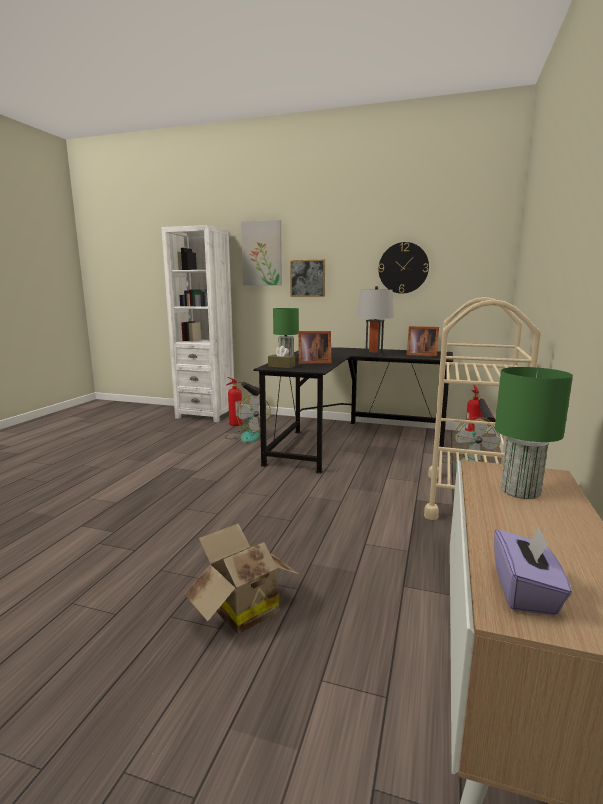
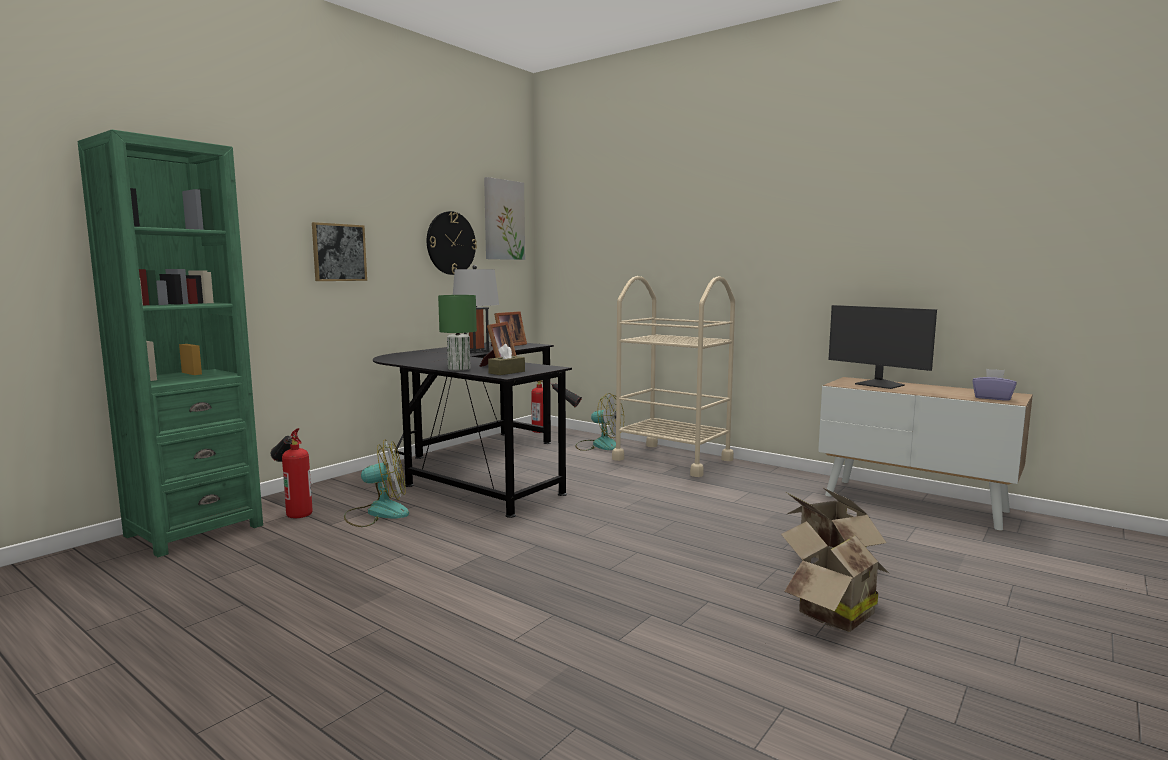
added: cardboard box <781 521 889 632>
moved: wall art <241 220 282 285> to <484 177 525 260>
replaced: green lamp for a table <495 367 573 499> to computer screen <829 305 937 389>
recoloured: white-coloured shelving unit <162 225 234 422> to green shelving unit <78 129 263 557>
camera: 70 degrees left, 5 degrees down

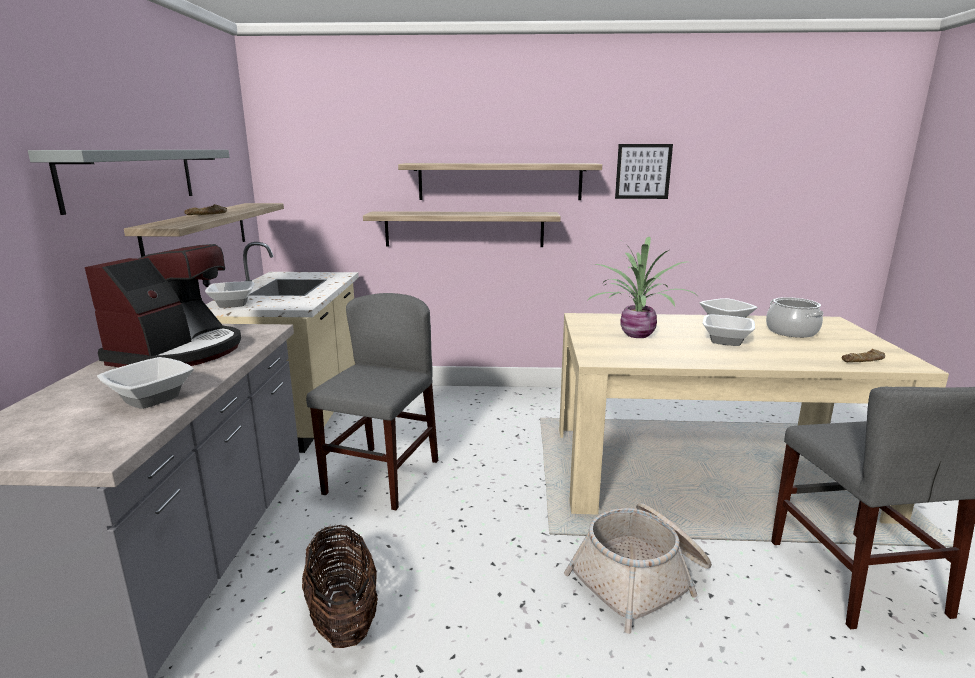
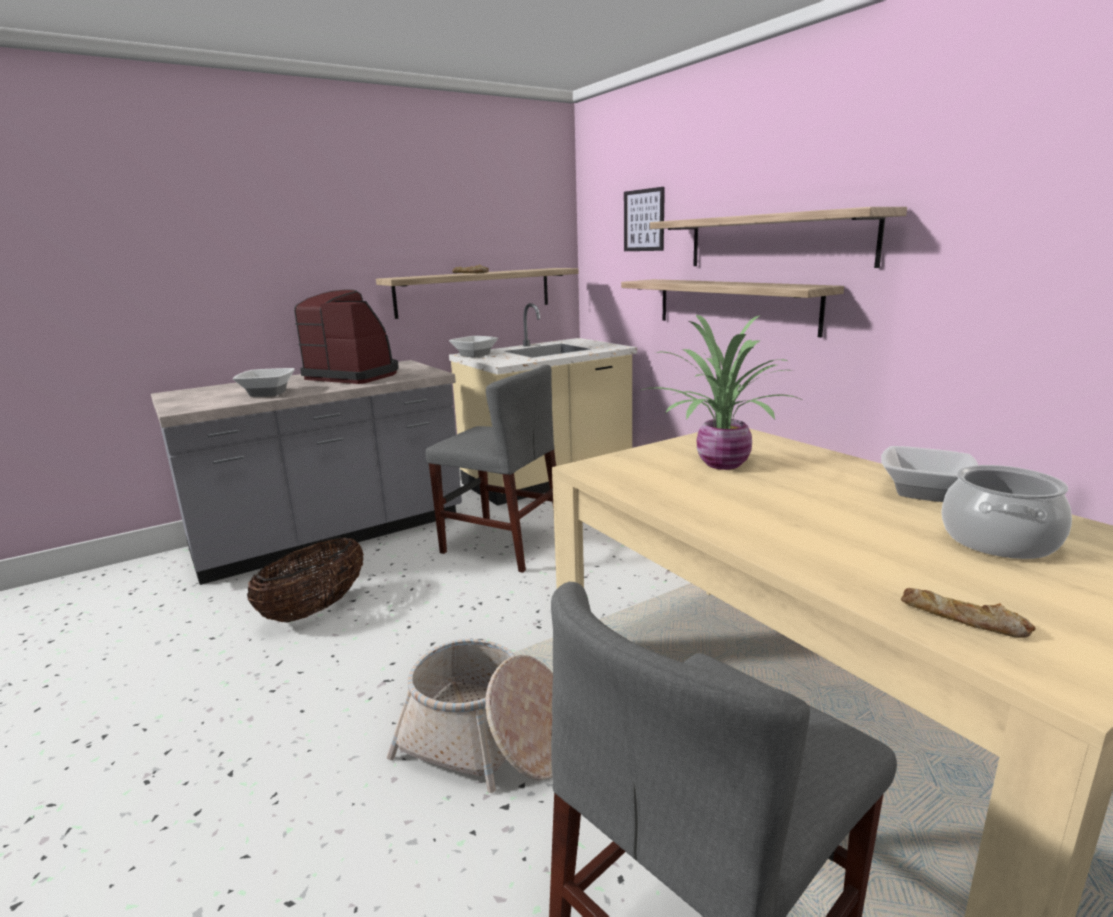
removed: gray shelf <28 150 230 215>; serving bowl <703 314 755 346>
moved: wall art <615 144 673 199> to <624 187 665 251>
turned: coffee maker <85 244 241 367> = <294 289 399 384> 135 degrees counterclockwise; gray upright chair <306 293 438 510> = <425 365 556 573> 45 degrees clockwise
camera: 55 degrees right, 0 degrees up

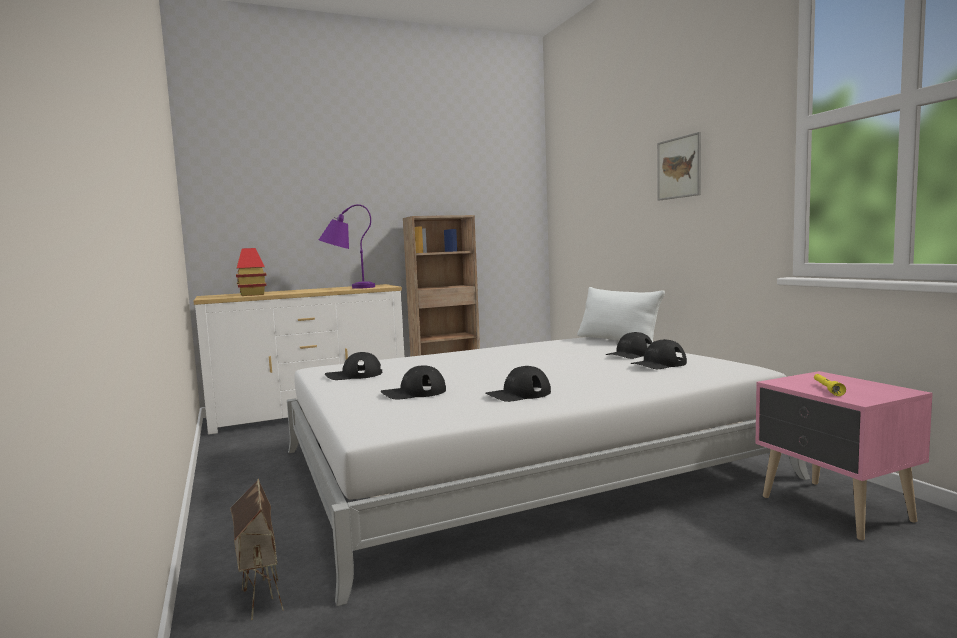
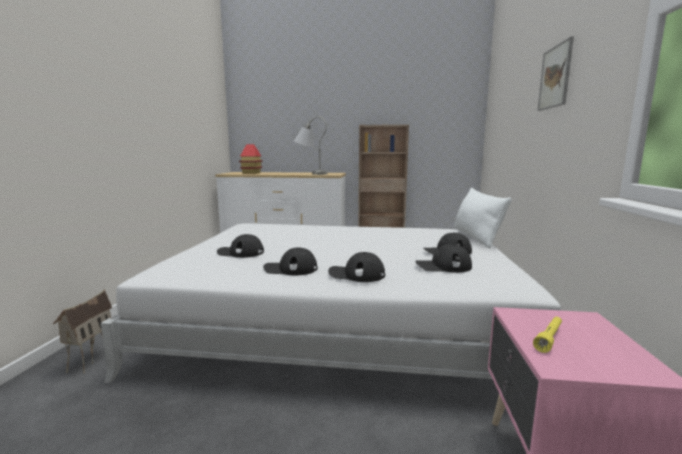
moved: black-coloured peaked cap <325 352 382 380> to <328 252 385 282>
recoloured: purple-coloured lamp for a table <319 204 375 289> to gray lamp for a table <294 116 328 175>
camera: 30 degrees right, 5 degrees up

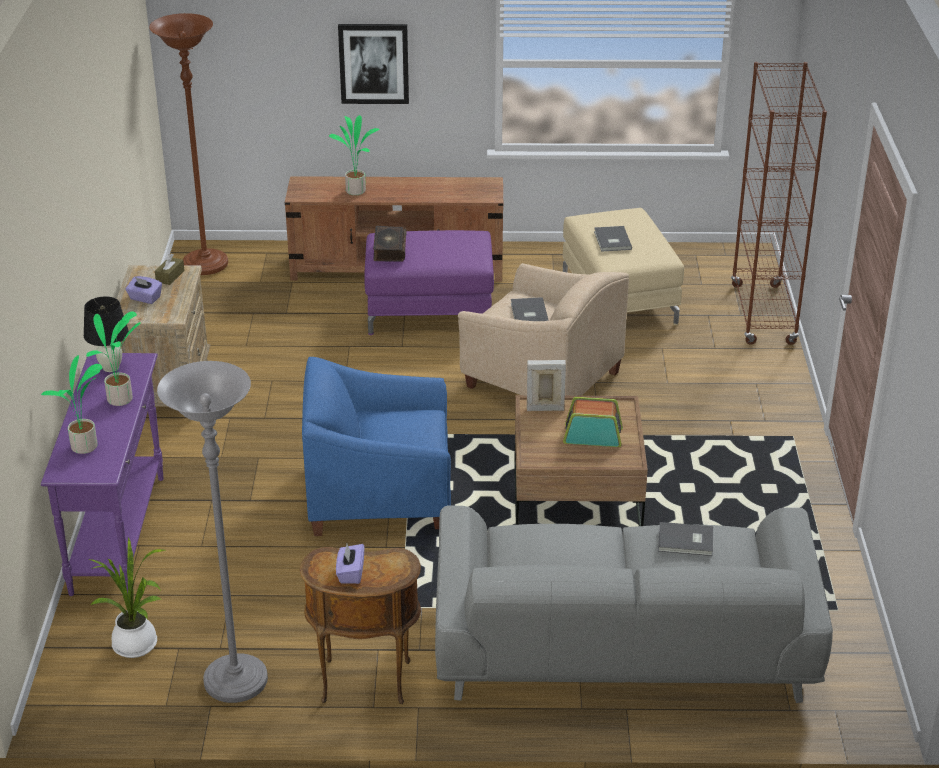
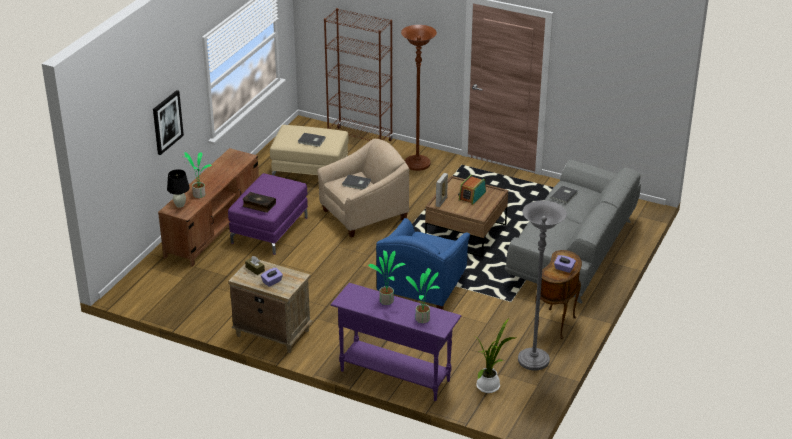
moved: brown standing lamp <149 13 228 275> to <401 25 437 171>; black-coloured lamp for a table <84 296 129 372> to <167 169 190 208>
camera: 65 degrees left, 0 degrees up

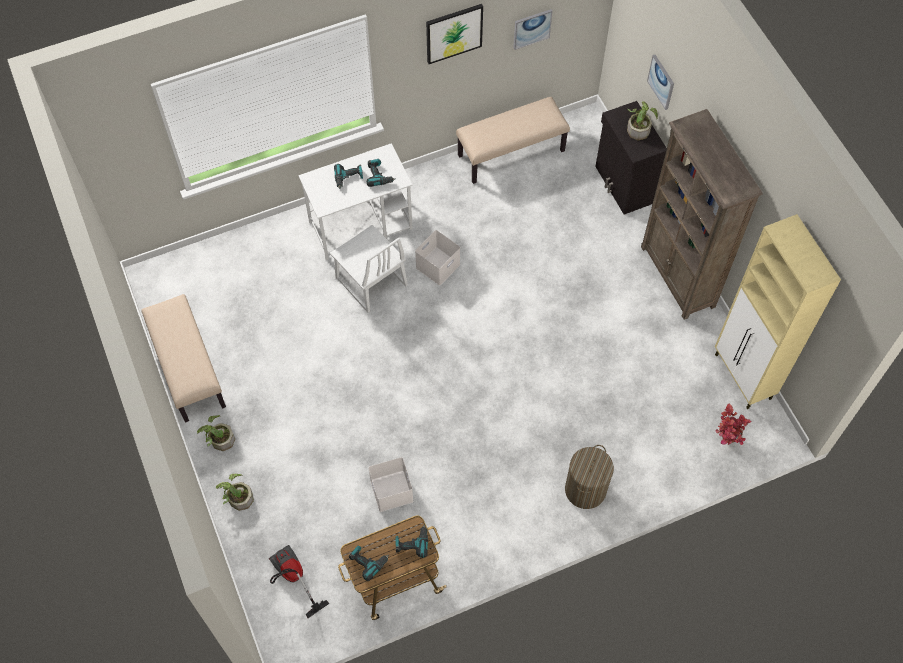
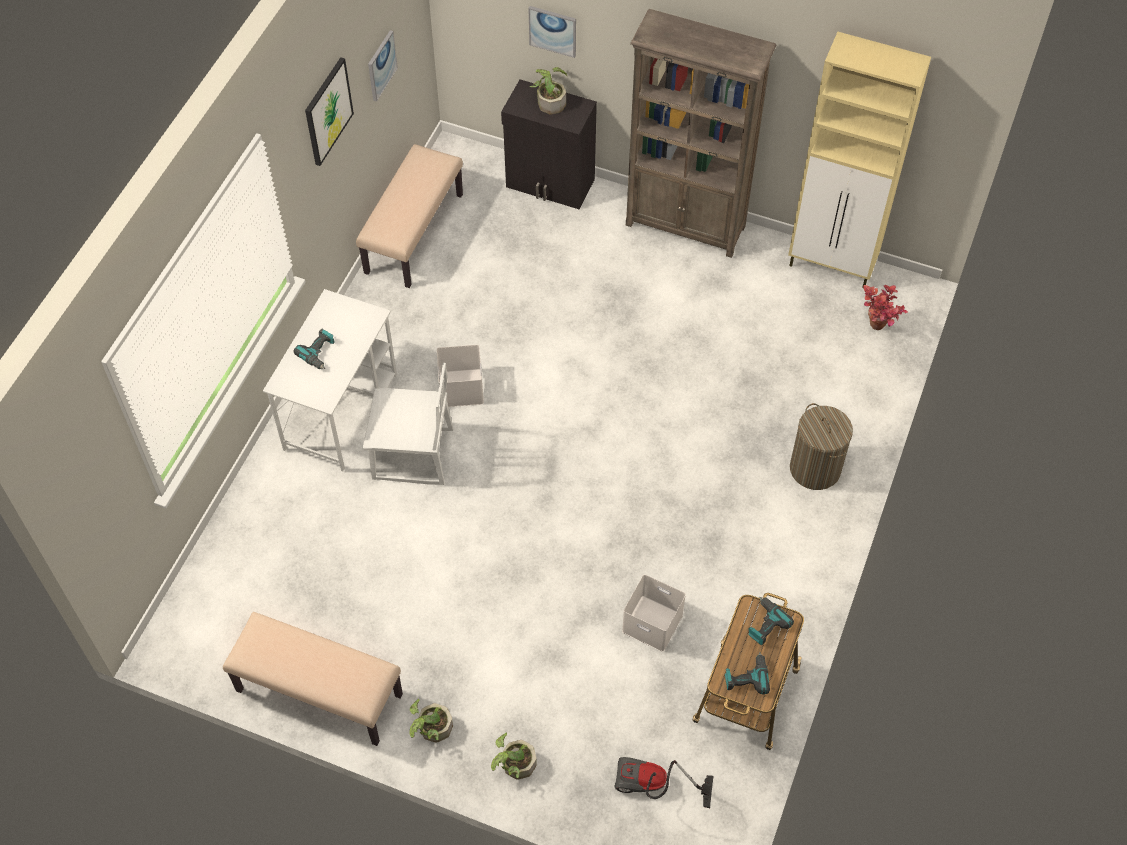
removed: power drill <367 159 395 187>
camera: 45 degrees left, 5 degrees down

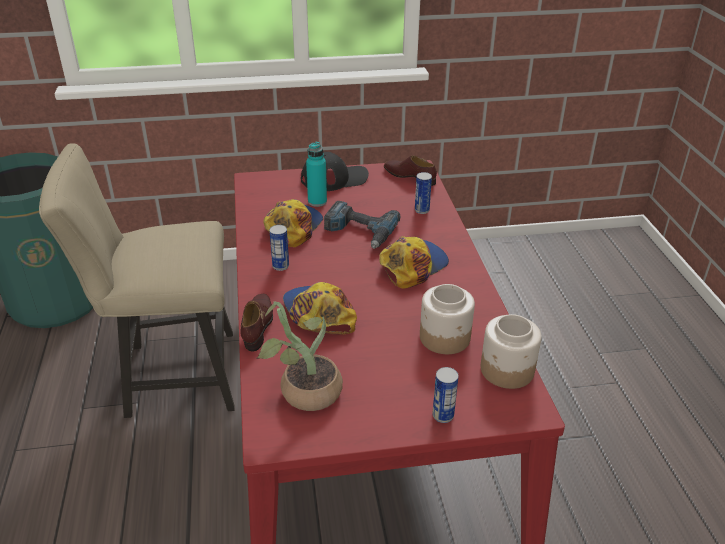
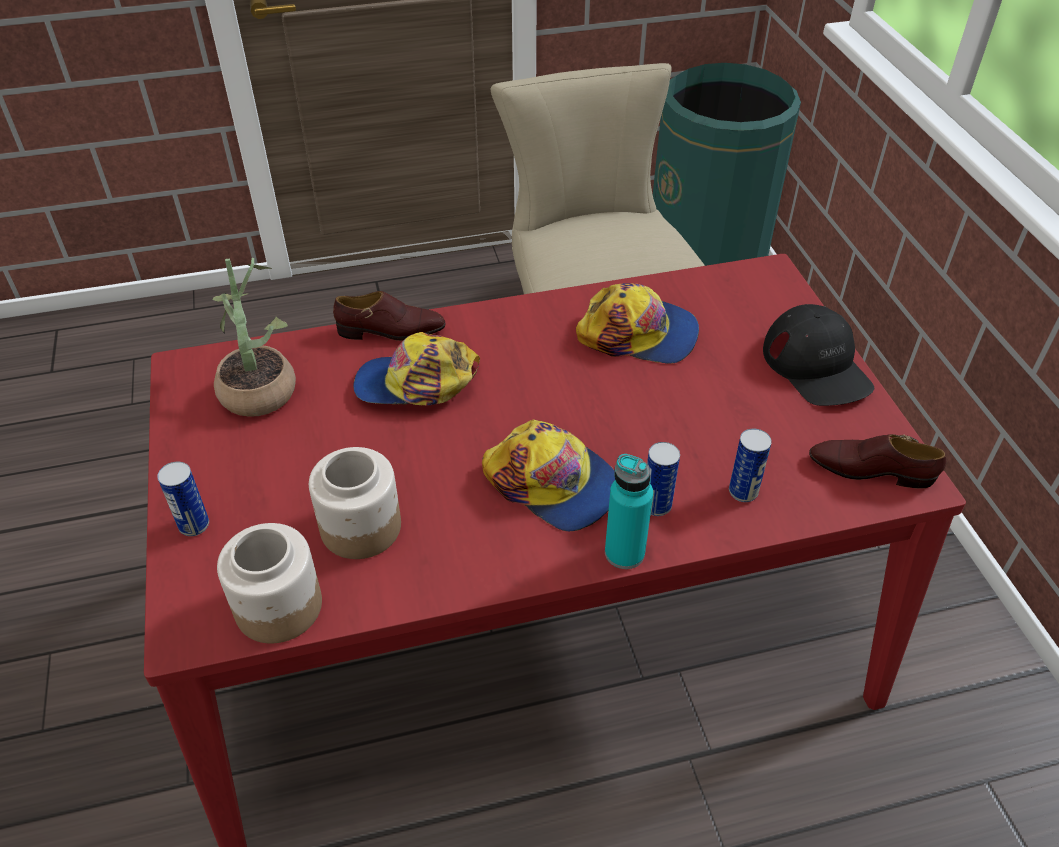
removed: power drill <324 201 400 249>
moved: blue-green beverage bottle <306 142 327 207> to <605 454 653 569>; sealed can <269 225 289 271> to <647 442 680 516>
turned: brown item of footwear <384 155 437 186> = <809 434 946 488> 105 degrees counterclockwise; peaked cap <283 282 357 335> = <353 332 480 406> 150 degrees counterclockwise
camera: 85 degrees right, 10 degrees up

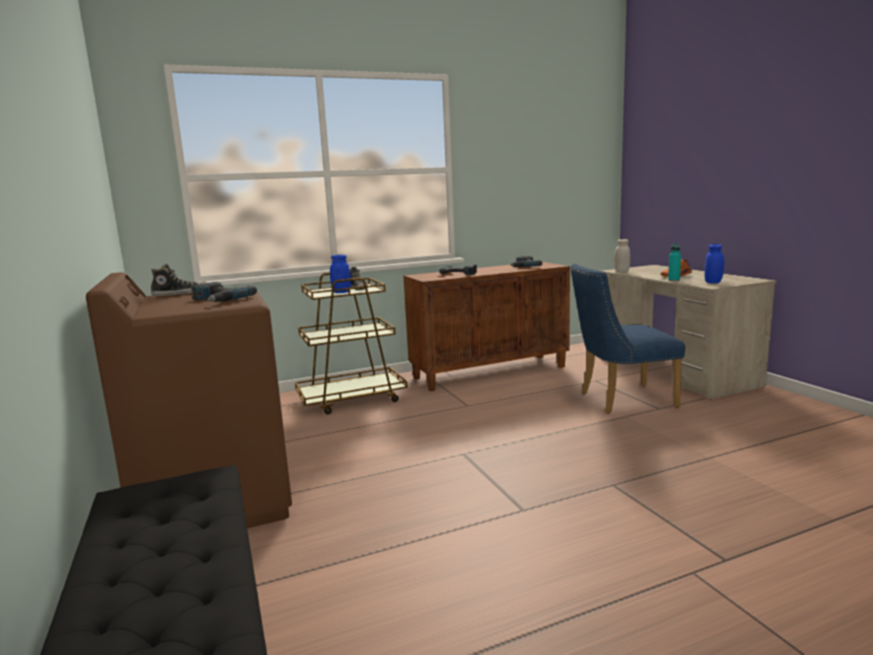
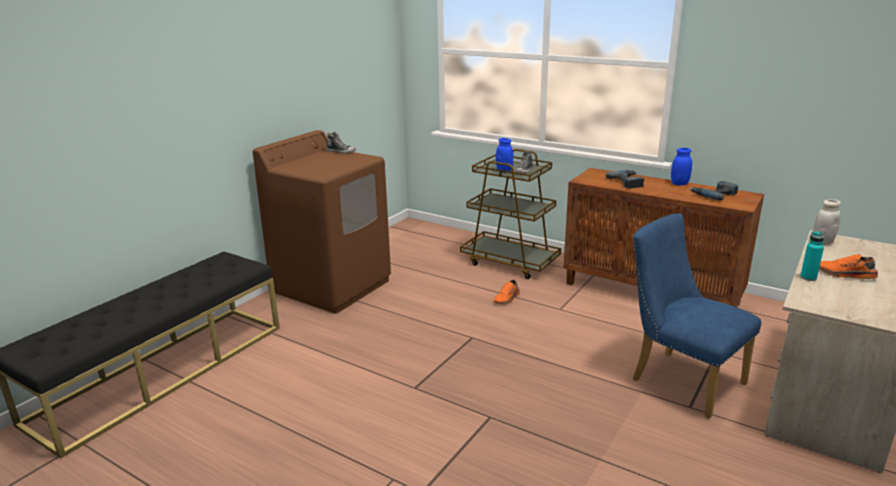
removed: power drill <191 282 257 302>
added: orange-coloured item of footwear <494 280 520 304>
moved: blue-coloured preserve jar <704 244 724 283> to <671 148 692 185>
camera: 55 degrees right, 10 degrees up

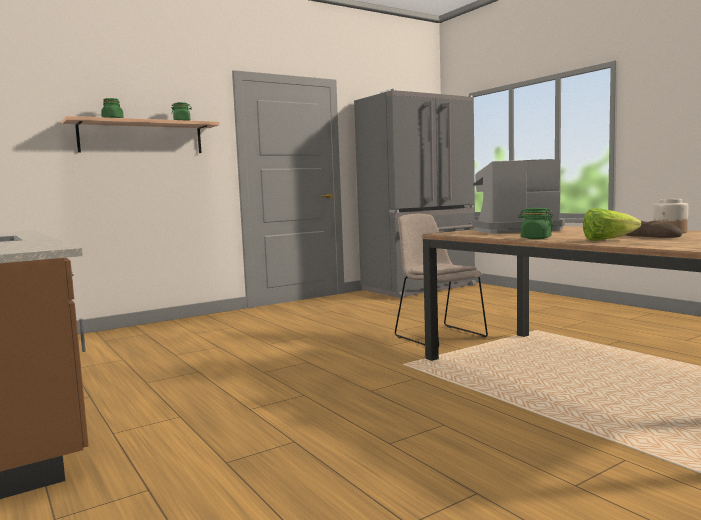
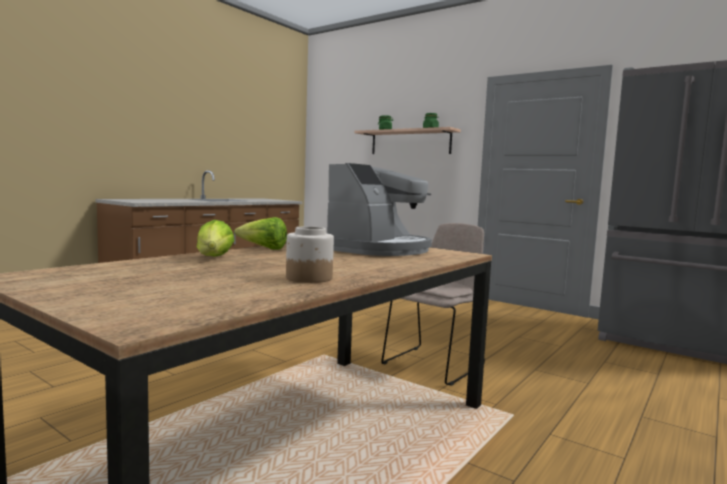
removed: baked bread <626 221 682 238>
replaced: green preserve jar <518 208 554 239> to lettuce head <234 217 287 250>
turned: coffee maker <472 159 565 234> = <327 163 432 256> 60 degrees clockwise
camera: 70 degrees right, 0 degrees up

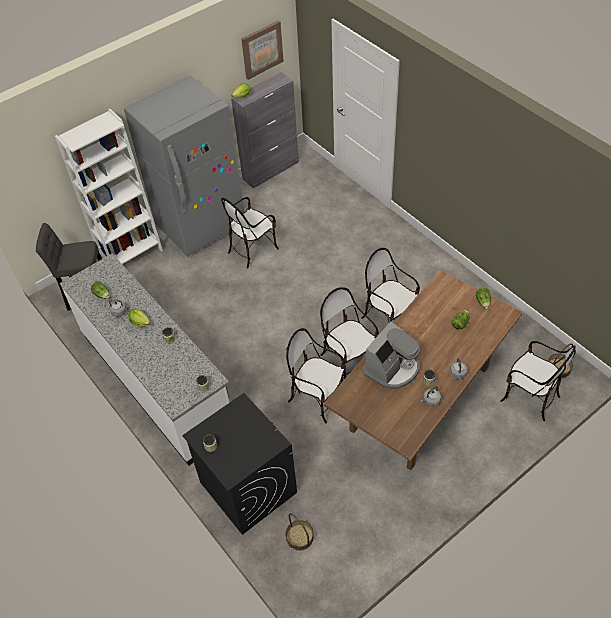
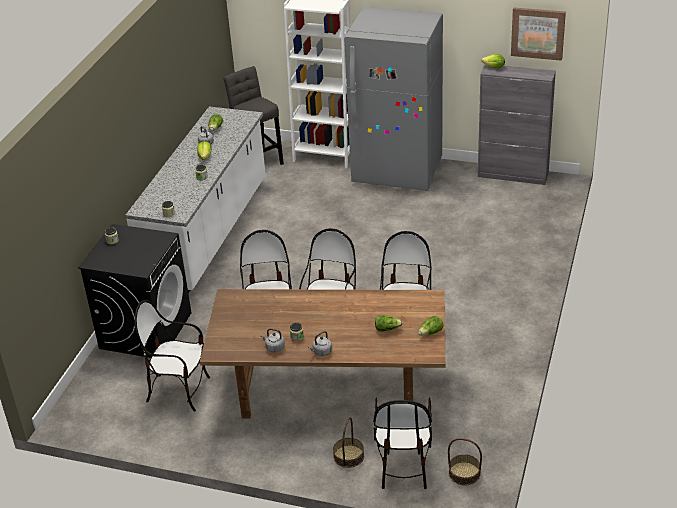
removed: coffee maker <363 321 420 389>
moved: upright chair <221 197 279 268> to <134 300 210 411>; household basket <286 513 314 551> to <333 417 364 468>
camera: 55 degrees right, 15 degrees down

